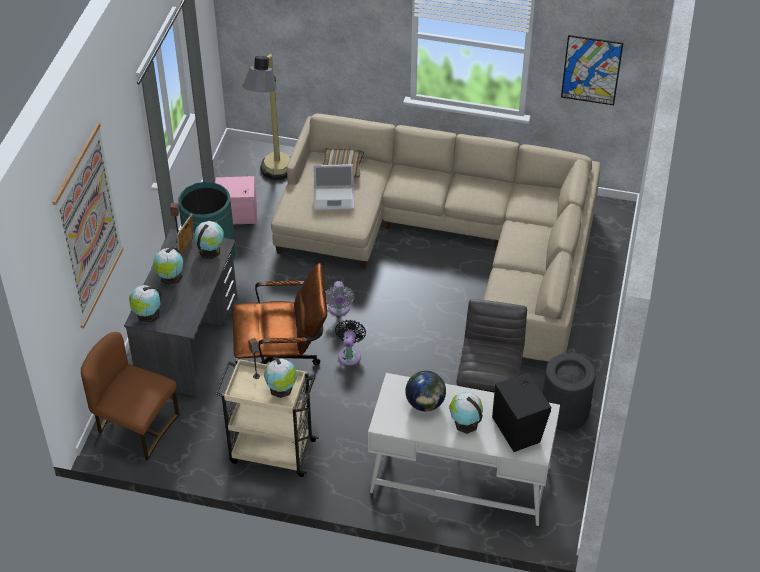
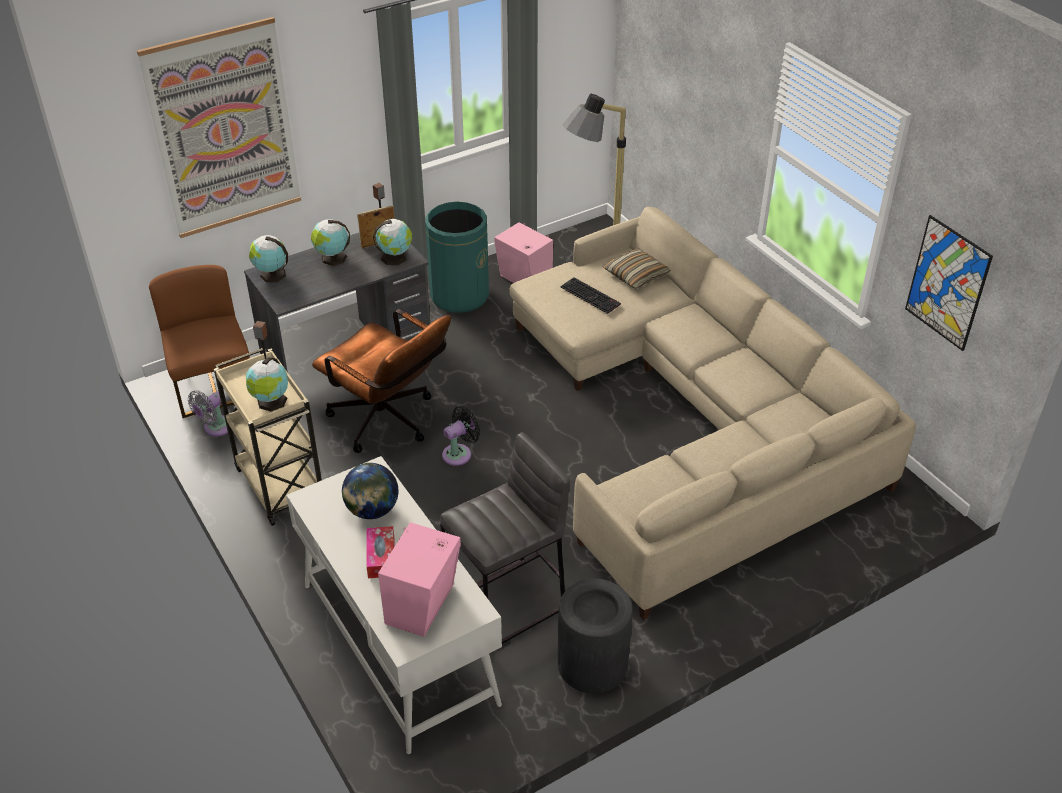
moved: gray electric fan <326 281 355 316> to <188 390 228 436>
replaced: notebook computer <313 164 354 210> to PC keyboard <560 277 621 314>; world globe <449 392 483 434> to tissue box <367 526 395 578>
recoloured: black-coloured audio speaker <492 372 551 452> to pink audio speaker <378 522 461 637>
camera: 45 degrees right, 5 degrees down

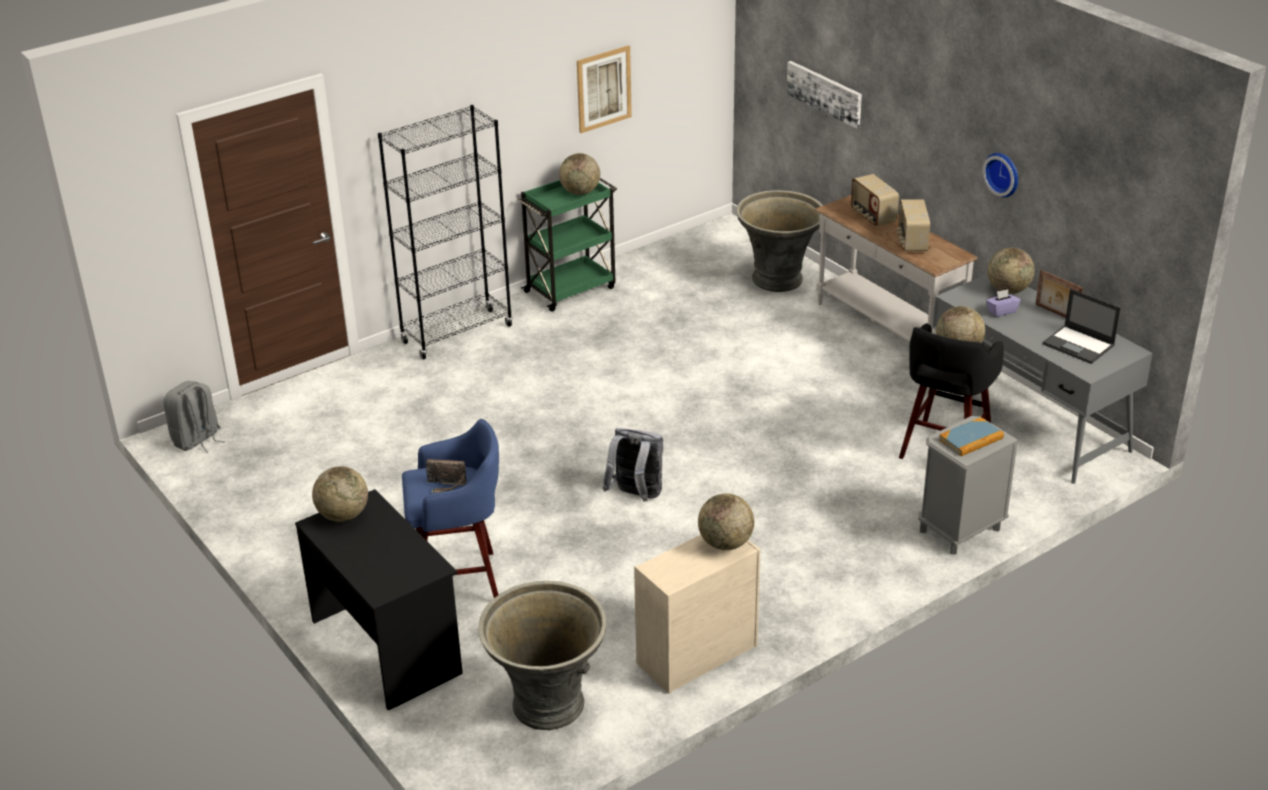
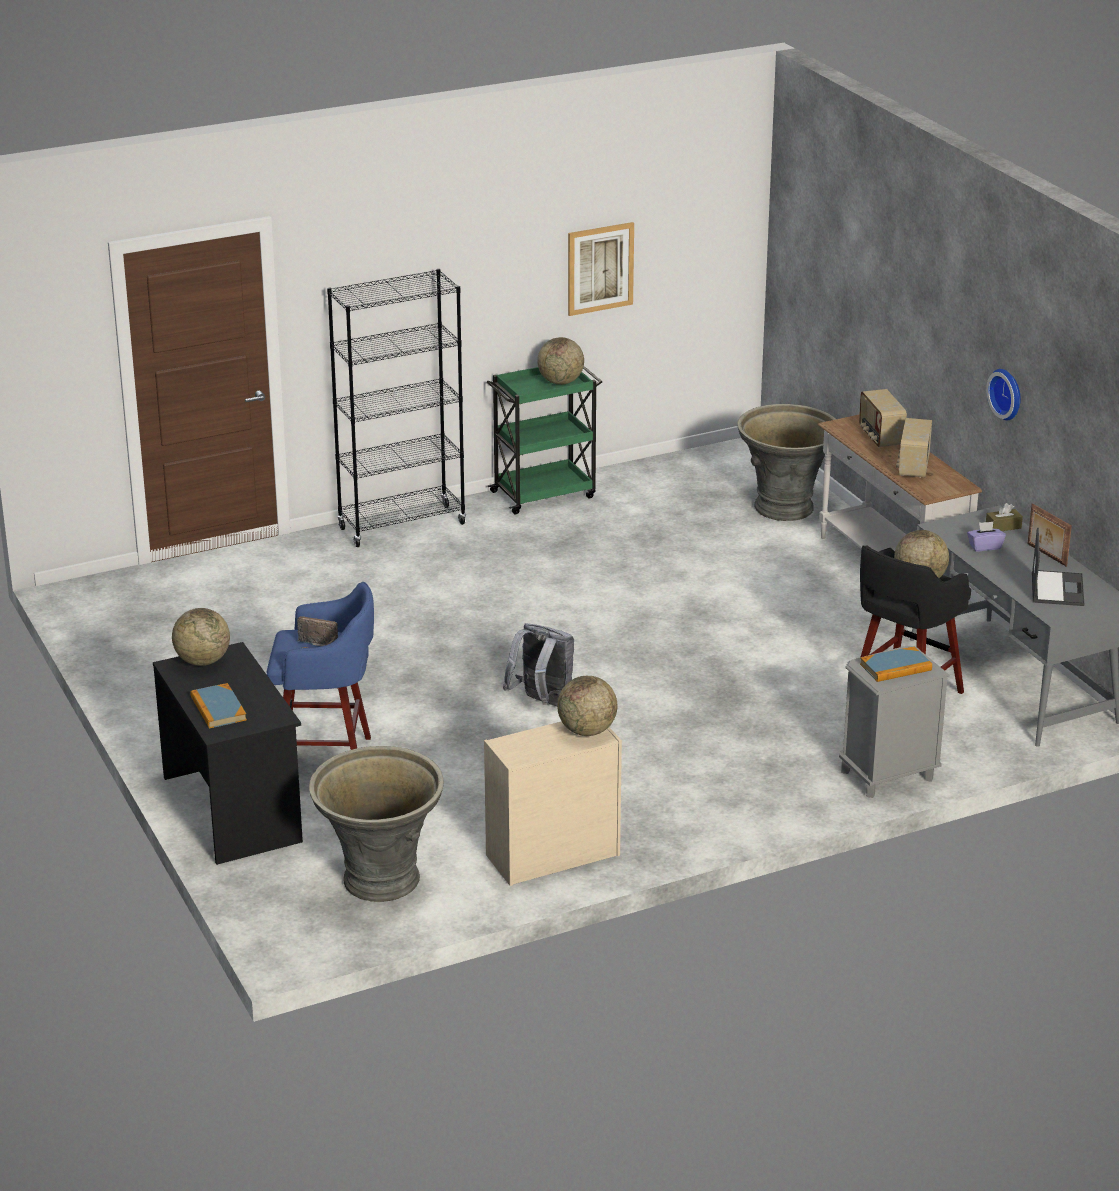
removed: wall art <786 61 862 128>; gray knapsack <163 381 225 453>
added: book <190 683 247 728>
replaced: world globe <988 248 1035 294> to brown tissue box <986 503 1023 531>
turned: notebook computer <1043 289 1120 364> = <1032 527 1084 606> 135 degrees counterclockwise
camera: 10 degrees right, 5 degrees down

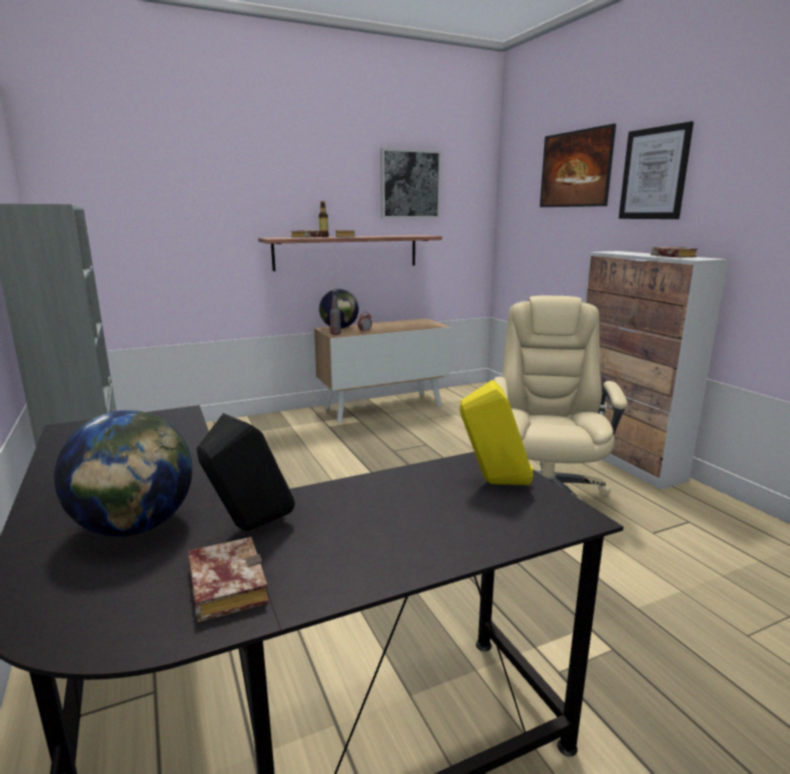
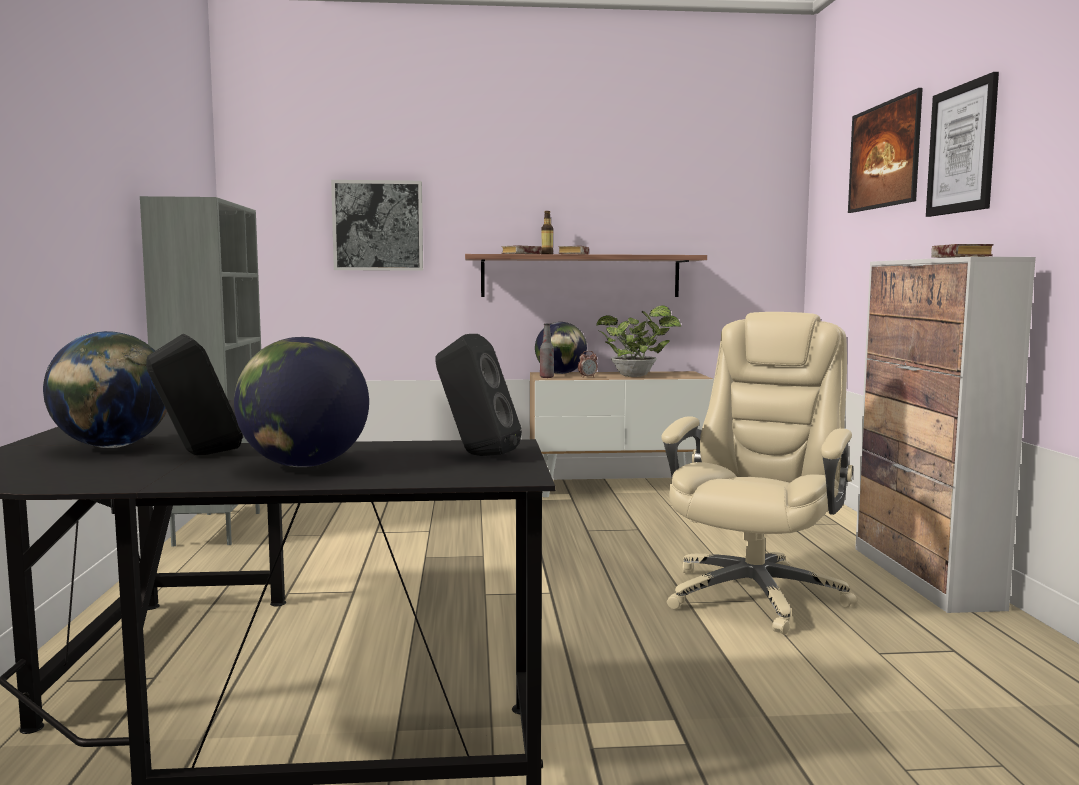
removed: book <188 537 269 622>
added: potted plant <596 305 681 377>; world globe <234 337 369 467>
moved: wall art <380 148 441 218> to <331 180 423 271>
recoloured: yellow audio speaker <460 380 533 485> to black-coloured audio speaker <435 334 522 456>
camera: 20 degrees right, 10 degrees down

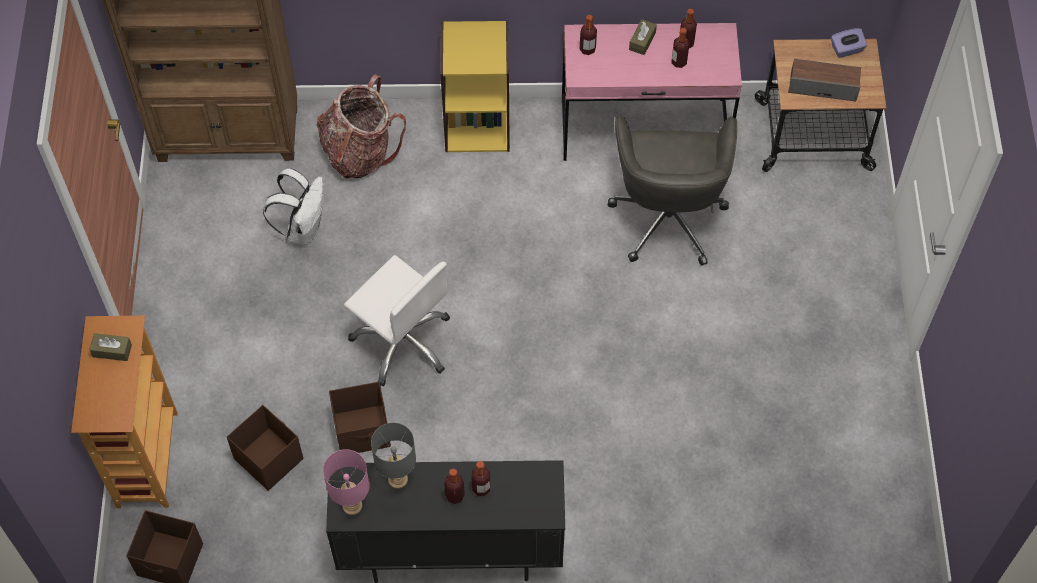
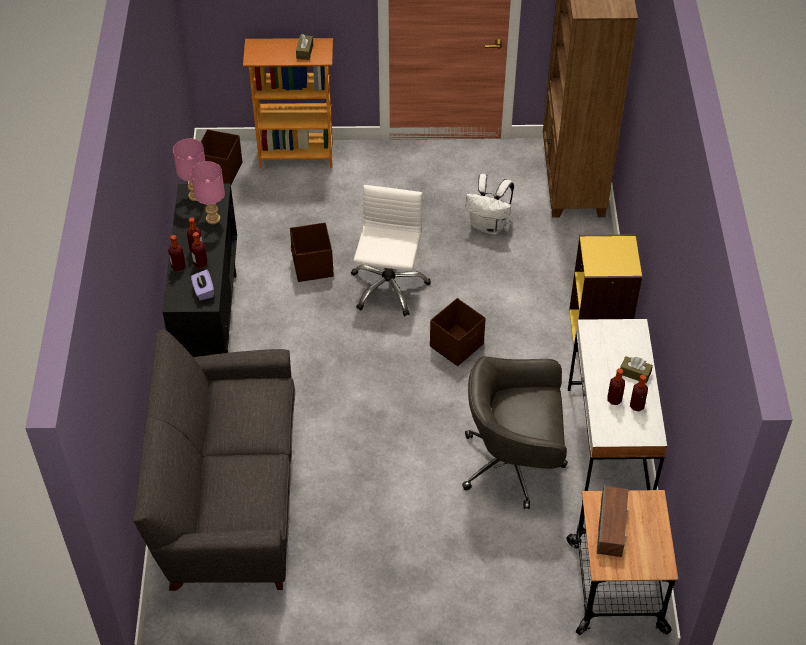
removed: knapsack <316 74 406 178>
added: gray sofa <133 329 295 591>
moved: beverage bottle <580 15 597 55> to <168 235 186 272>; purple-coloured tissue box <831 28 867 58> to <191 269 214 301>; brown storage box <227 405 303 491> to <430 298 486 366>
recoloured: pink desk <562 23 742 161> to white-coloured desk <568 319 667 508>; gray lamp for a table <371 423 416 489> to pink lamp for a table <191 161 225 224>
turned: white-coloured computer chair <344 255 450 386> = <351 185 431 316> 150 degrees clockwise
camera: 90 degrees right, 10 degrees down

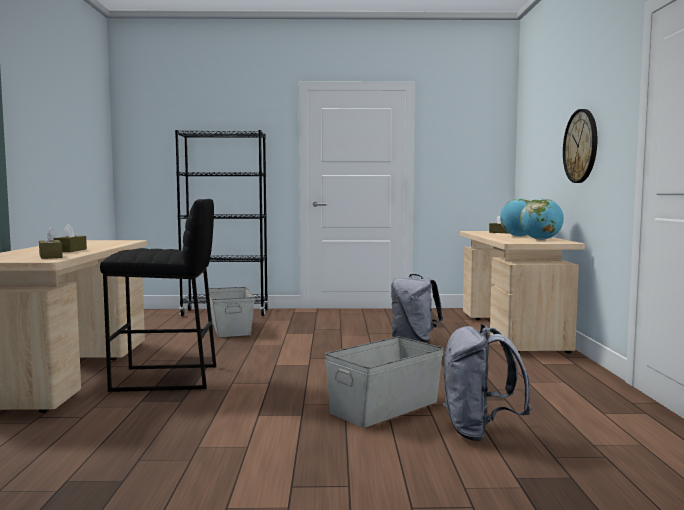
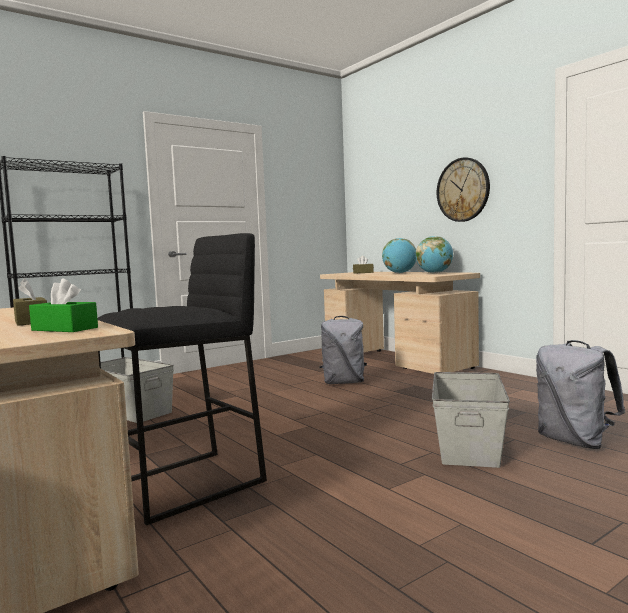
recoloured: brown tissue box <39 227 63 259> to green tissue box <29 278 98 332>
camera: 35 degrees left, 0 degrees up

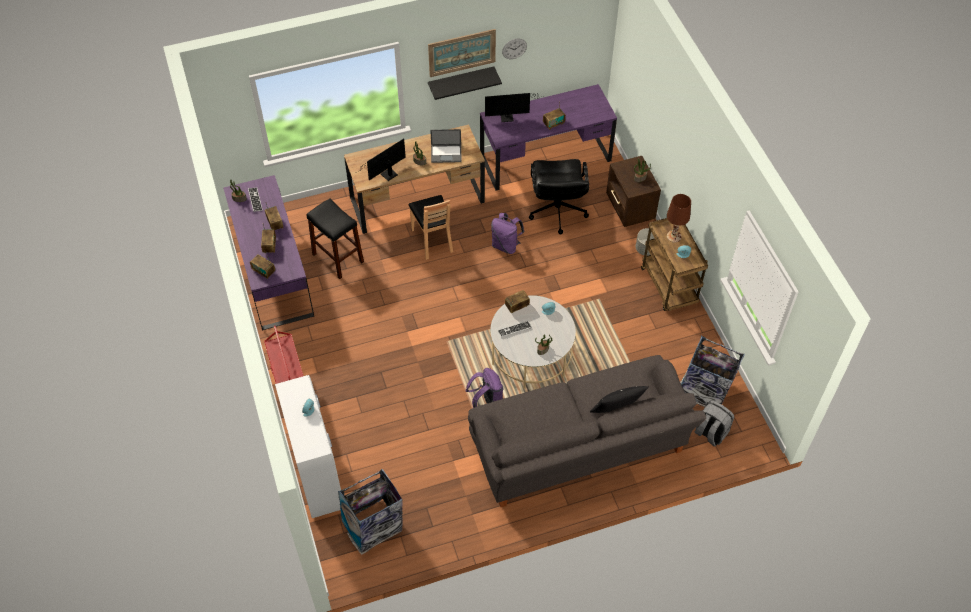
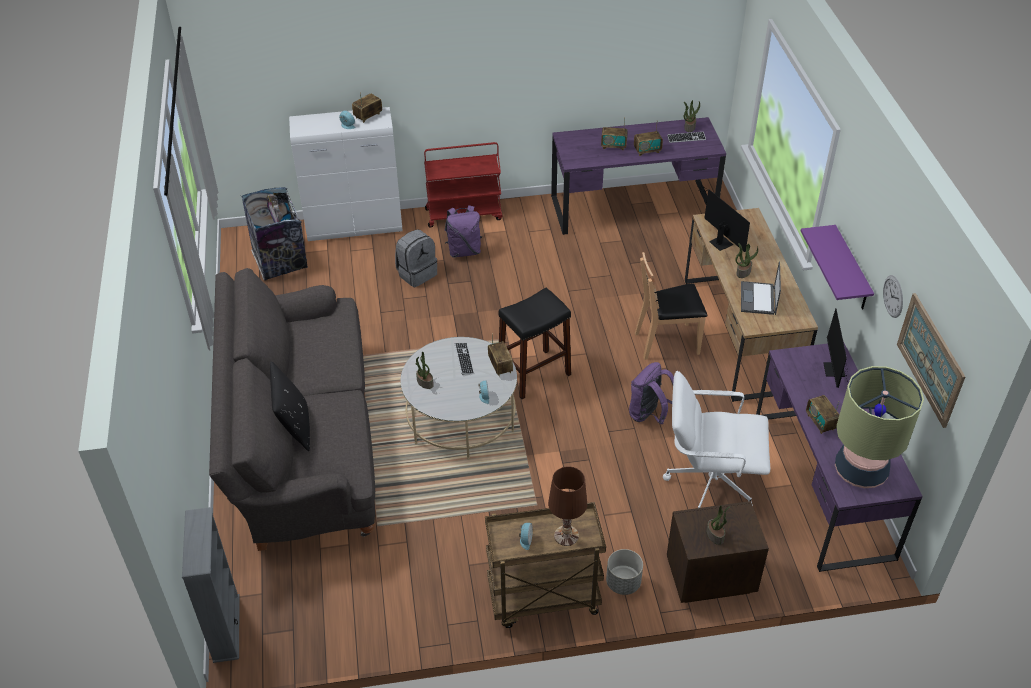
removed: rubbish bin <680 336 745 407>
added: lamp for a table <835 366 924 488>; gray shelving unit <182 507 240 663>
moved: wall art <428 29 496 77> to <897 293 965 428>; black-coloured stool seat <307 198 364 279> to <498 288 571 399>; radio <250 254 275 279> to <352 93 382 123>; purple-coloured knapsack <466 368 504 408> to <445 205 482 258>; gray knapsack <694 400 734 447> to <395 229 437 287>
recoloured: black-coloured shelf <428 66 502 100> to purple-coloured shelf <800 225 874 309>; black-coloured computer chair <529 159 589 235> to white-coloured computer chair <663 371 770 508>
camera: 100 degrees right, 10 degrees down

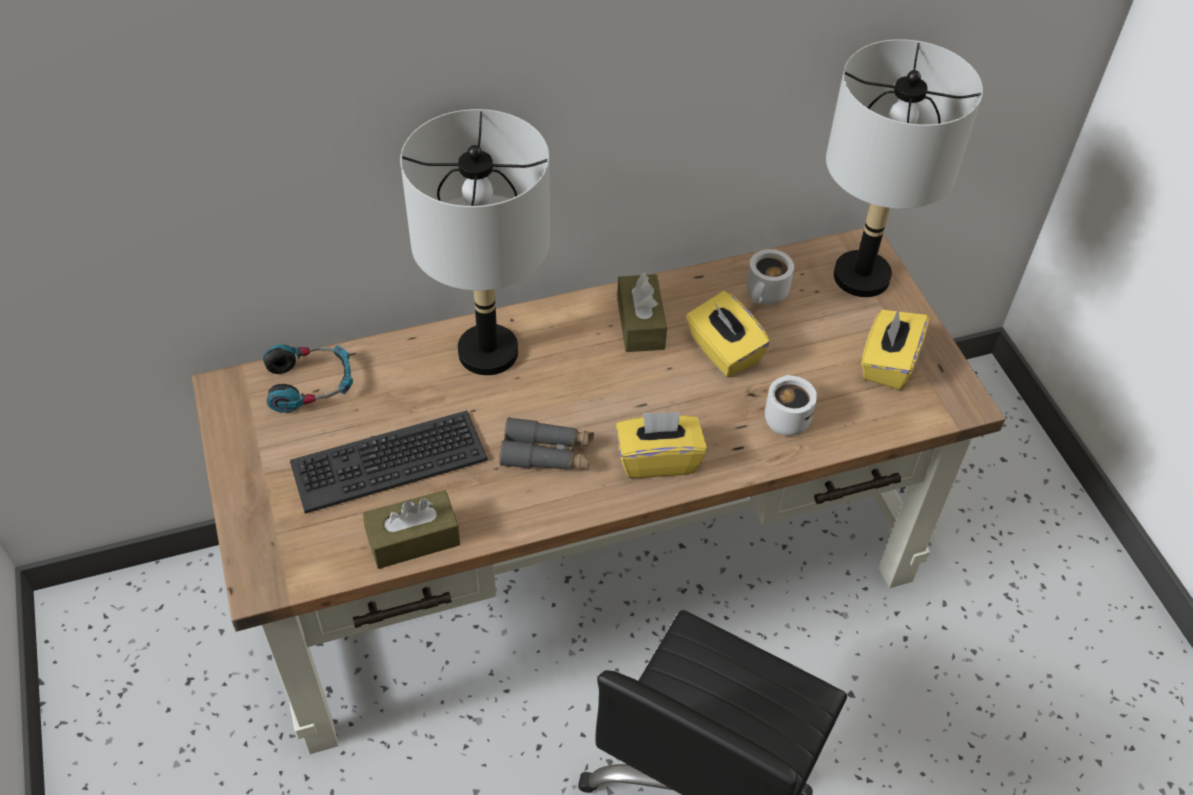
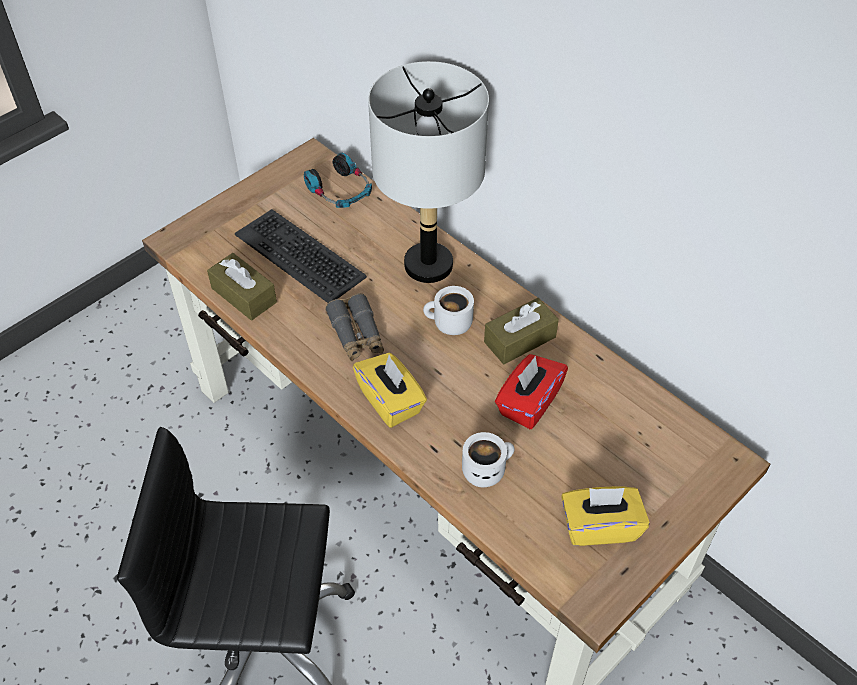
removed: gray lamp for a table <826 39 983 297>
moved: white-coloured tea mug <747 249 794 305> to <423 286 474 335>
recoloured: yellow tissue box <686 291 771 377> to reddish tissue box <495 354 568 429>
camera: 65 degrees right, 0 degrees up

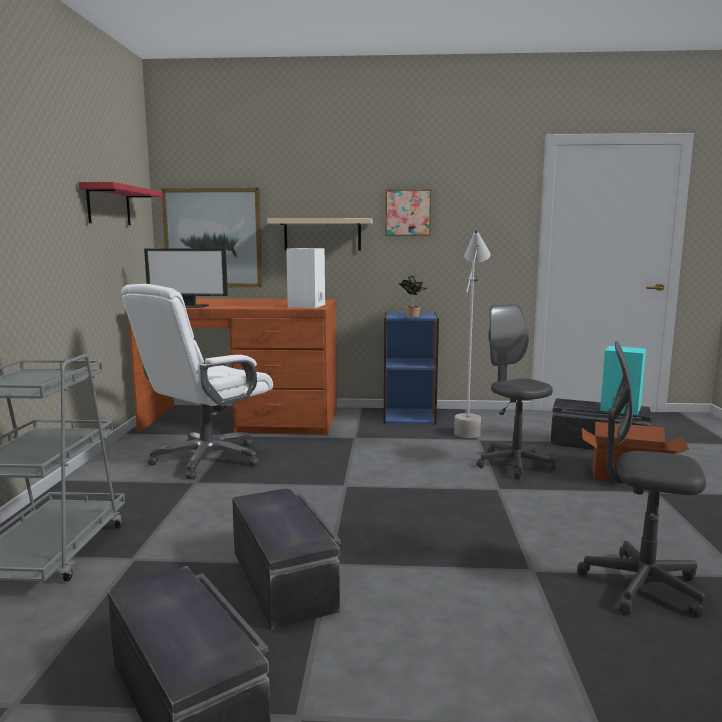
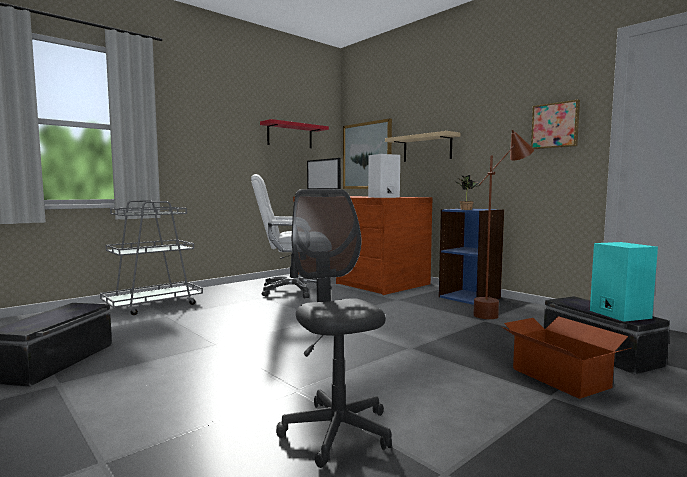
removed: gray computer chair <477 304 555 480>; black-coloured storage box <232 488 341 630>
moved: wall art <385 189 432 236> to <531 100 580 149>
recoloured: gray standing lamp <454 229 490 438> to brown standing lamp <473 130 534 319>
camera: 45 degrees right, 5 degrees down

